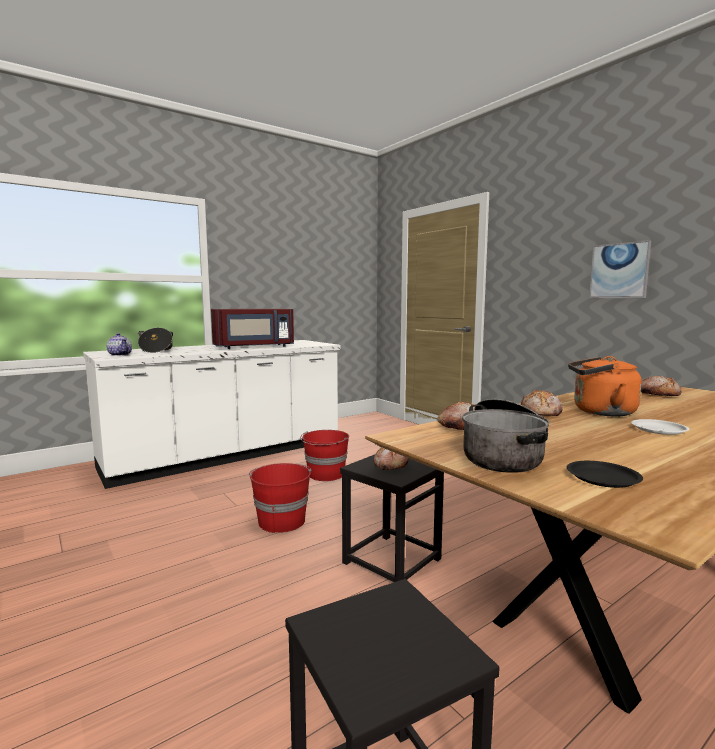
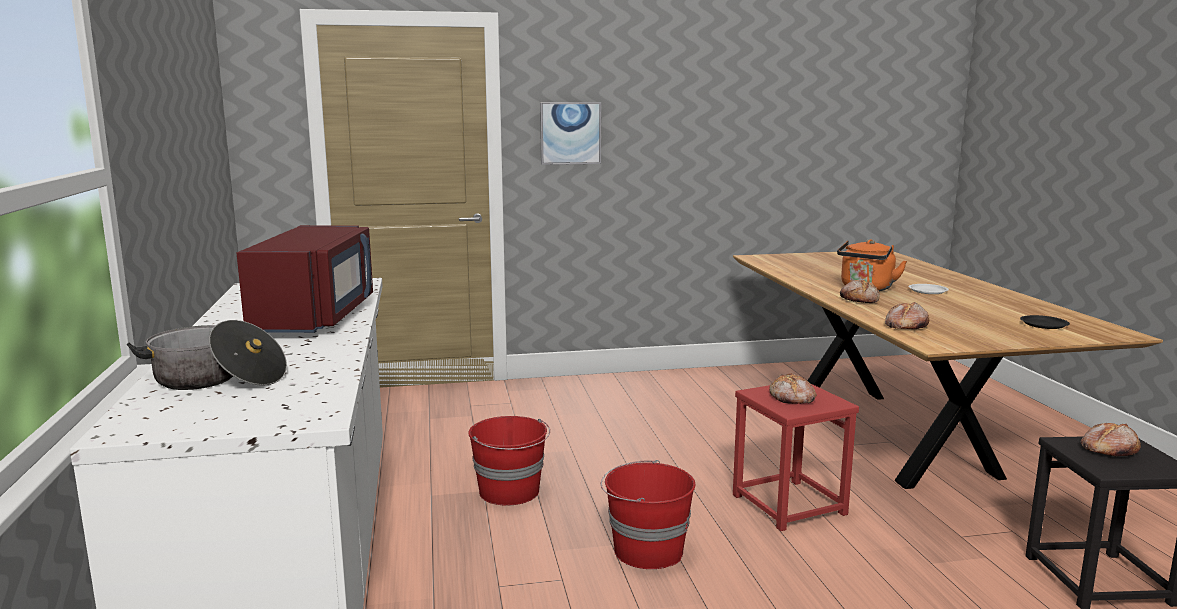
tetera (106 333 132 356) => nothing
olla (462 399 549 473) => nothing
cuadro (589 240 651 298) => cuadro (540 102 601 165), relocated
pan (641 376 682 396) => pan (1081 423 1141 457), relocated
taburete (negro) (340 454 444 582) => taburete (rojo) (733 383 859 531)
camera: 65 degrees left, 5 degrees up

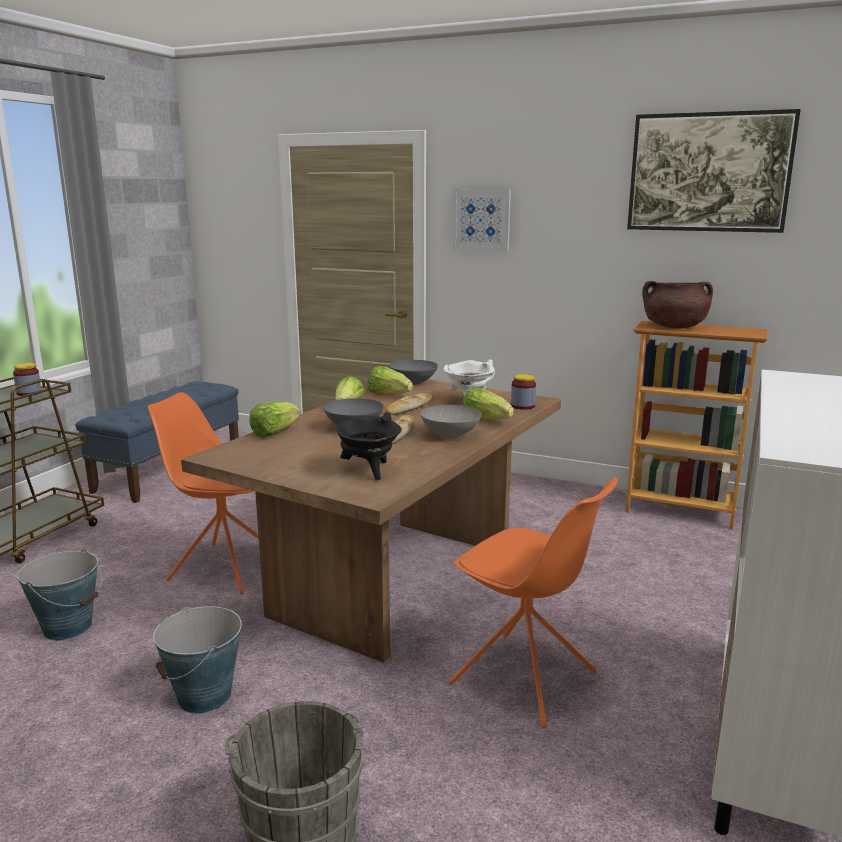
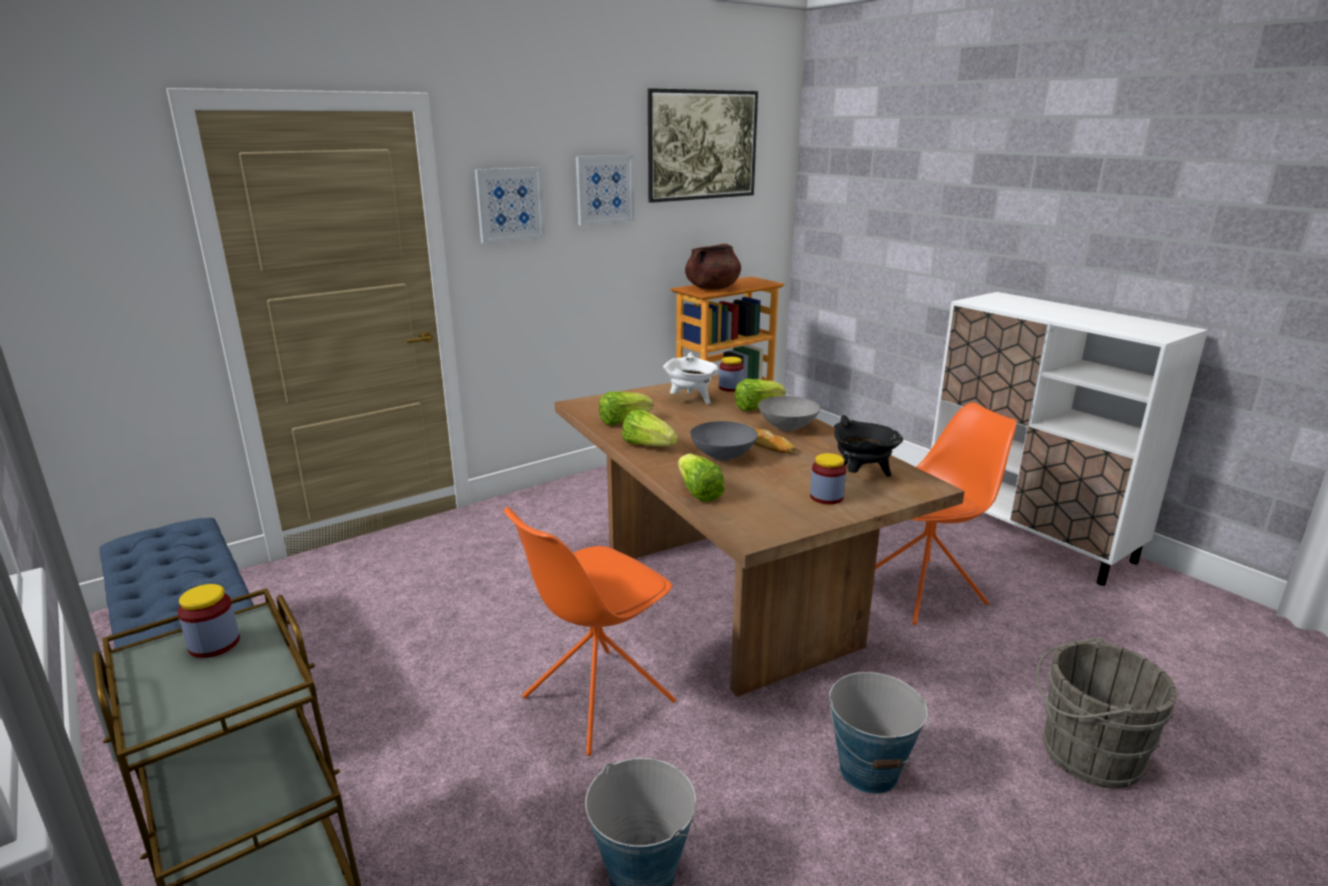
pan (385 393 433 415) => nothing
cuenco (gris) (389 360 438 385) => nothing
nothing => cuadro (576 155 635 226)
nothing => tarro (810 453 846 504)
camera: 60 degrees left, 5 degrees up

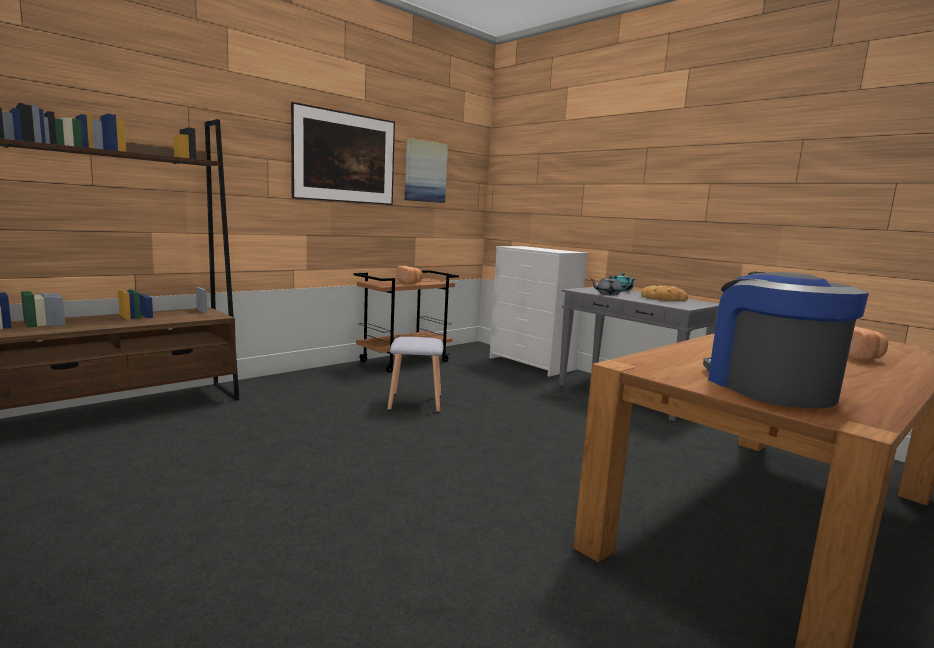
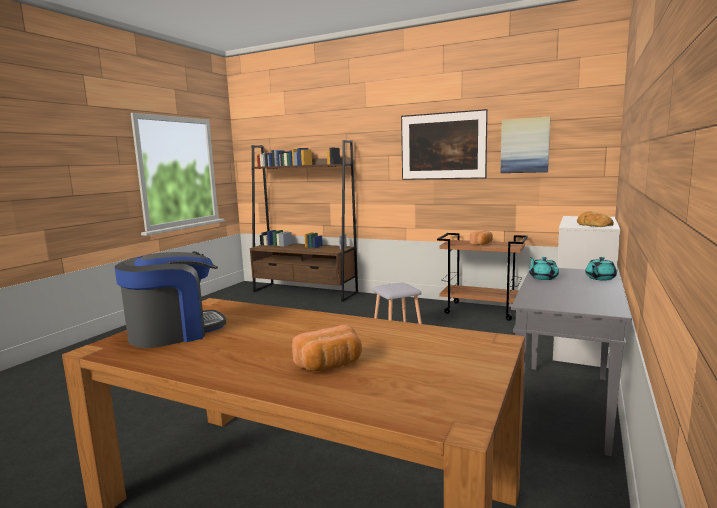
pan (641 285 688 301) => pan (577 211 614 227), relocated
tetera (gris) (589 276 628 295) => tetera (turquesa) (529 257 559 280)
camera: 70 degrees right, 0 degrees up

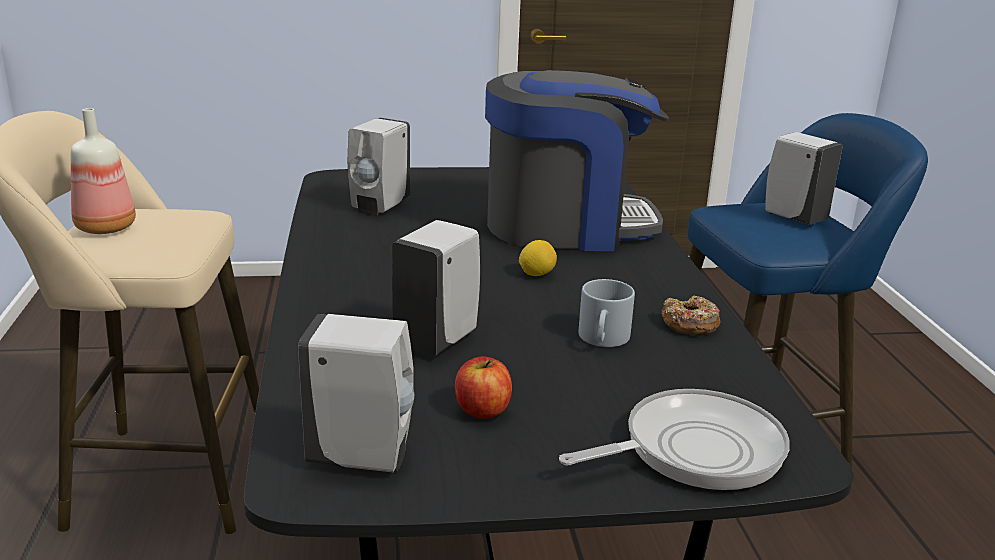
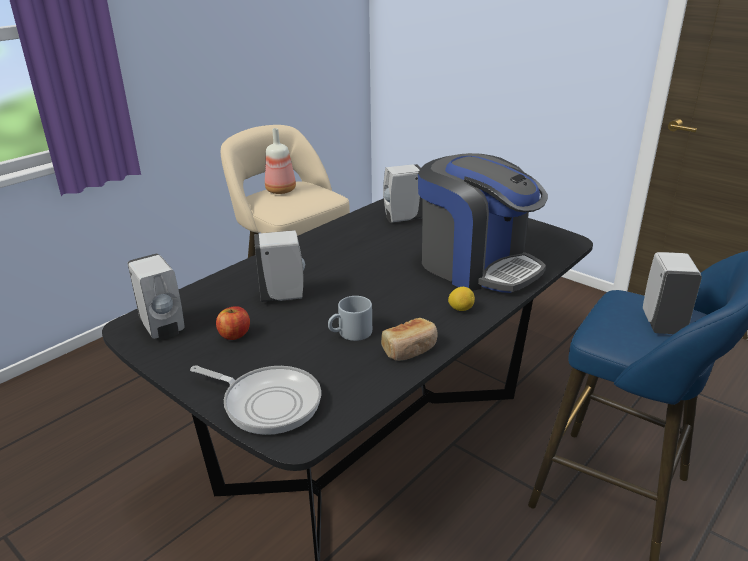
limón (519 240 557 276) => limón (448 287 475 311), relocated
rosquilla (661 295 721 336) => pan (381 318 437 361)
camera: 50 degrees right, 5 degrees up

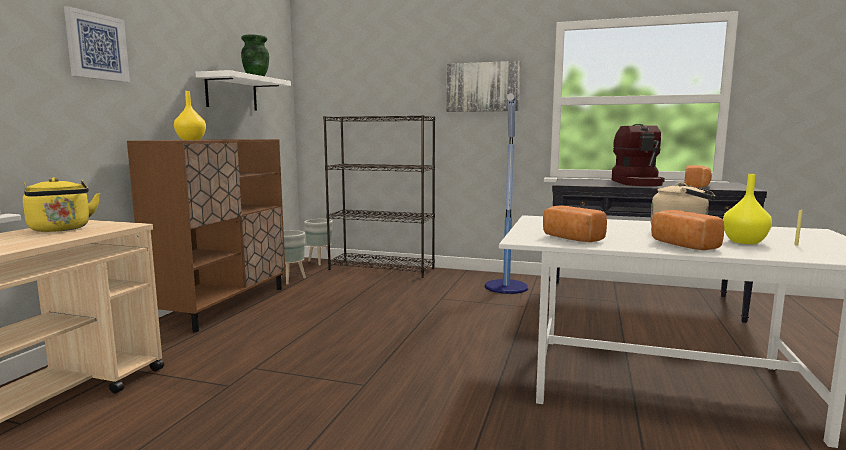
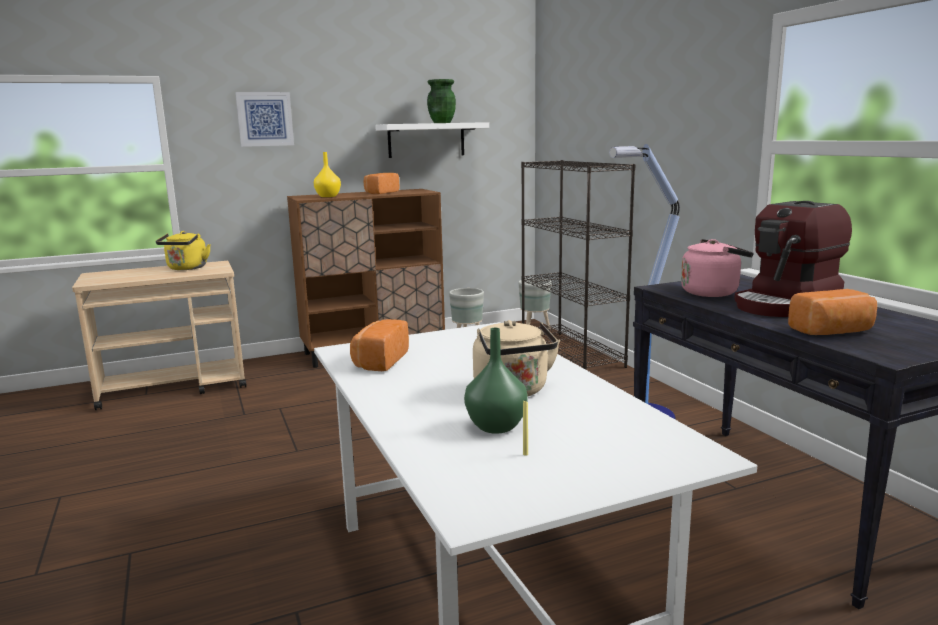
cuadro (446 61 521 112) => nothing
nothing => hervidor (rosa) (681 239 754 297)
pan (651 210 724 250) => pan (364 173 399 194), relocated
florero (amarillo) (723 174 772 244) => florero (verde) (464 328 528 434)
camera: 50 degrees right, 5 degrees up

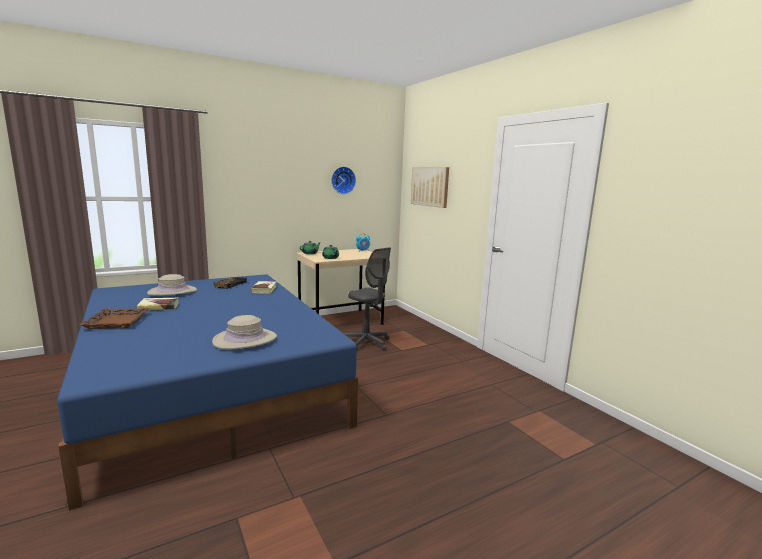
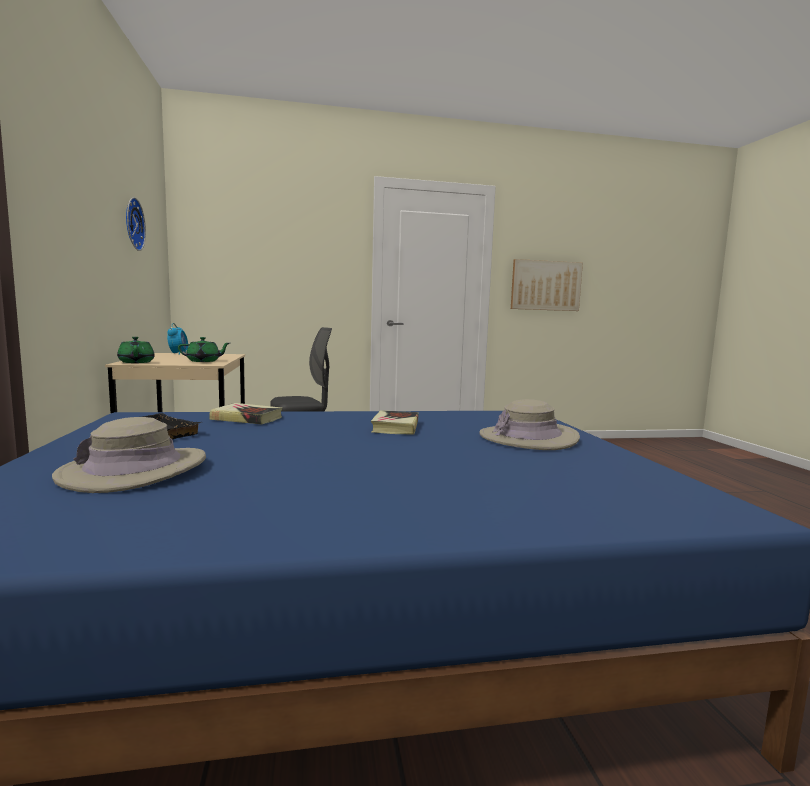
bandeja (marrón) (80 308 149 329) => nothing
libro (137 298 179 311) => libro (371 410 419 435), relocated
cuadro (411 167 449 208) => cuadro (511 259 583 311), relocated
camera: 70 degrees left, 5 degrees down

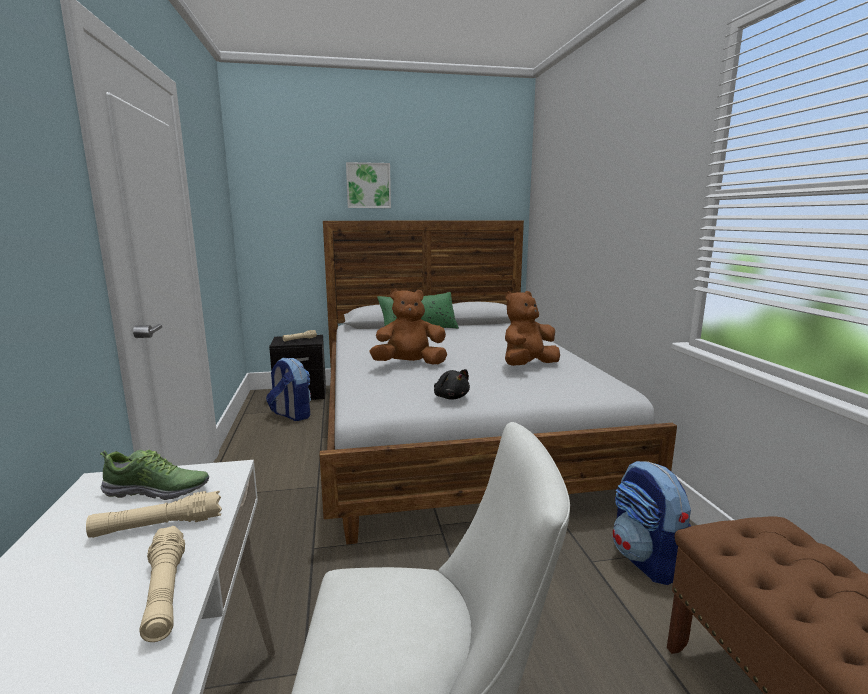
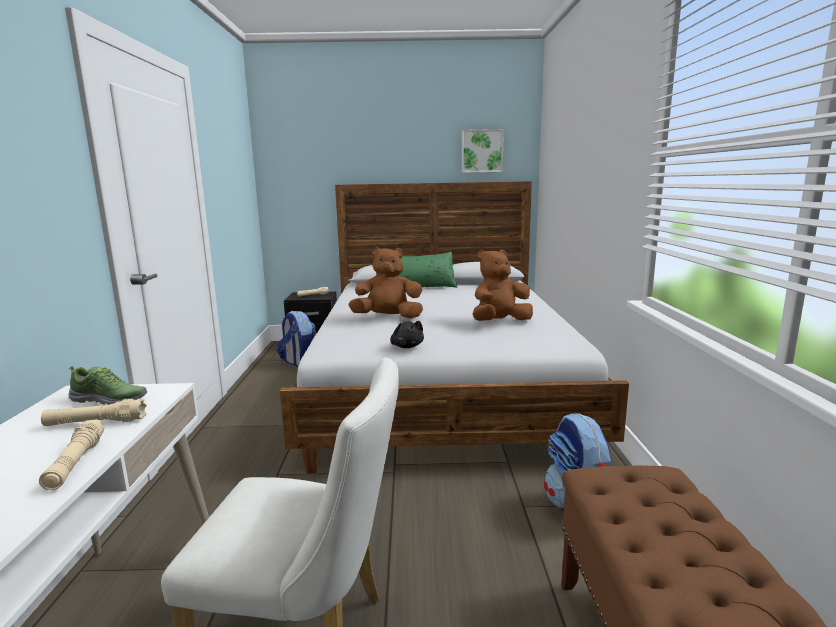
cuadro (346 162 391 208) => cuadro (462 129 504 173), relocated
camera: 10 degrees right, 0 degrees up

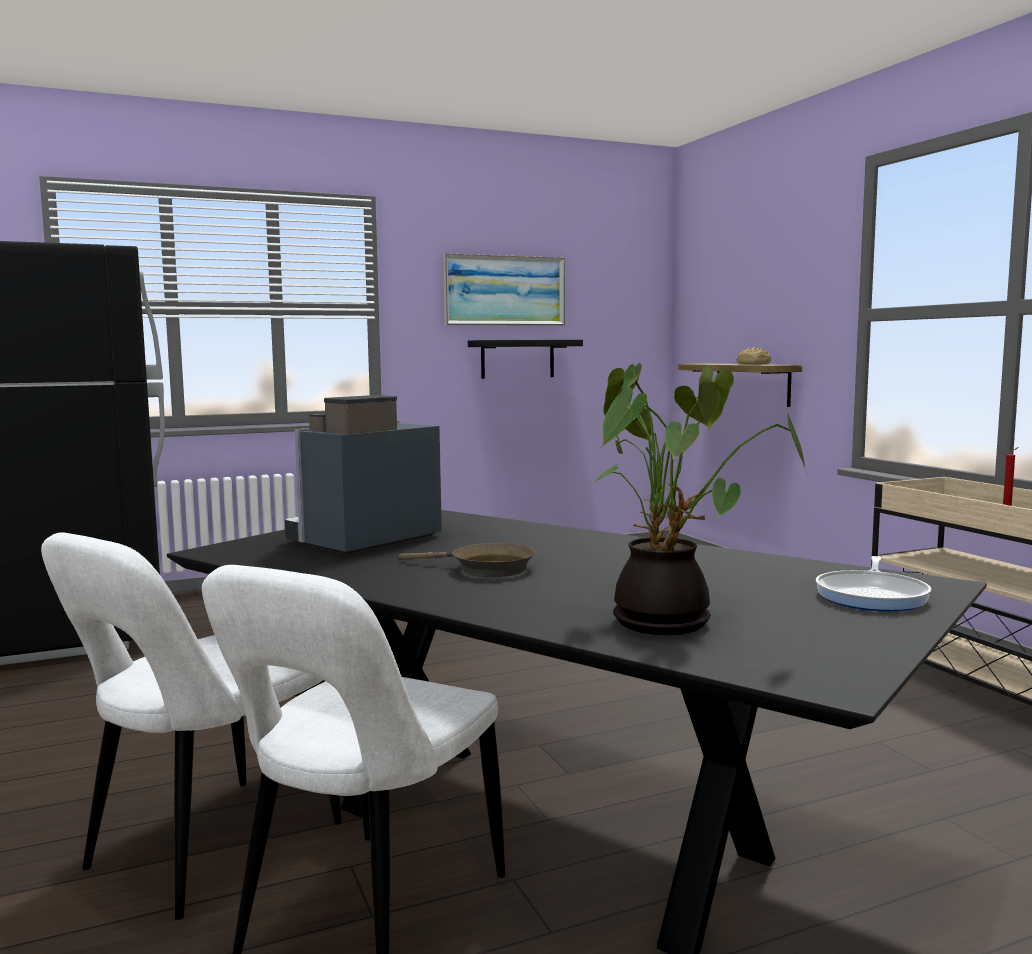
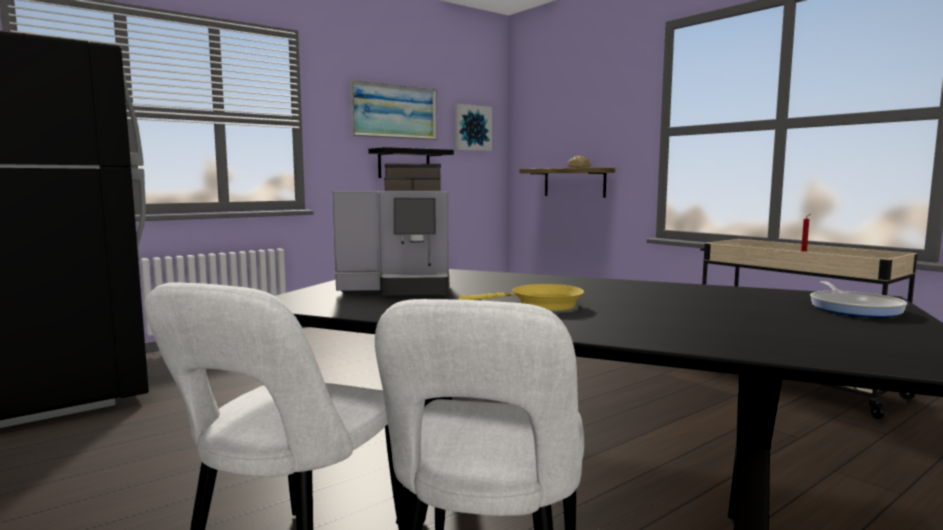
planta en maceta (593 363 807 635) => nothing
nothing => cuadro (455 104 492 151)
sartén (marrón) (398 543 536 577) => sartén (amarillo) (459 284 584 311)
cafetera (284 395 442 555) => cafetera (333 164 449 299), 120 degrees counterclockwise
camera: 15 degrees left, 0 degrees up

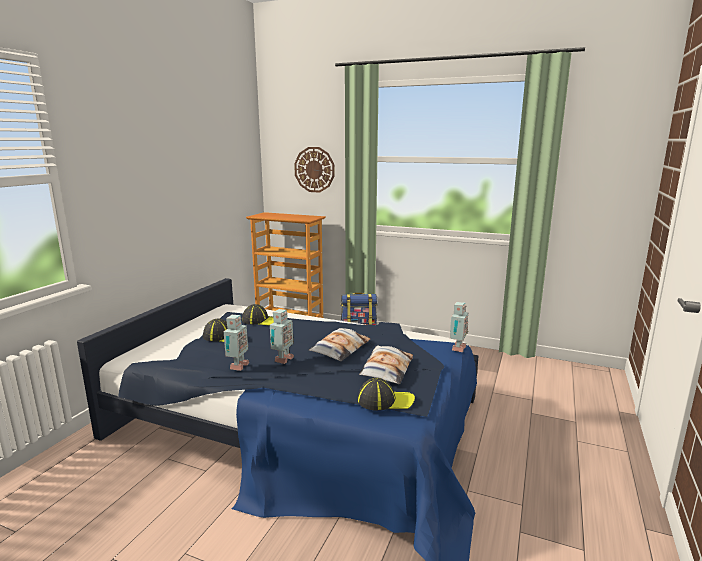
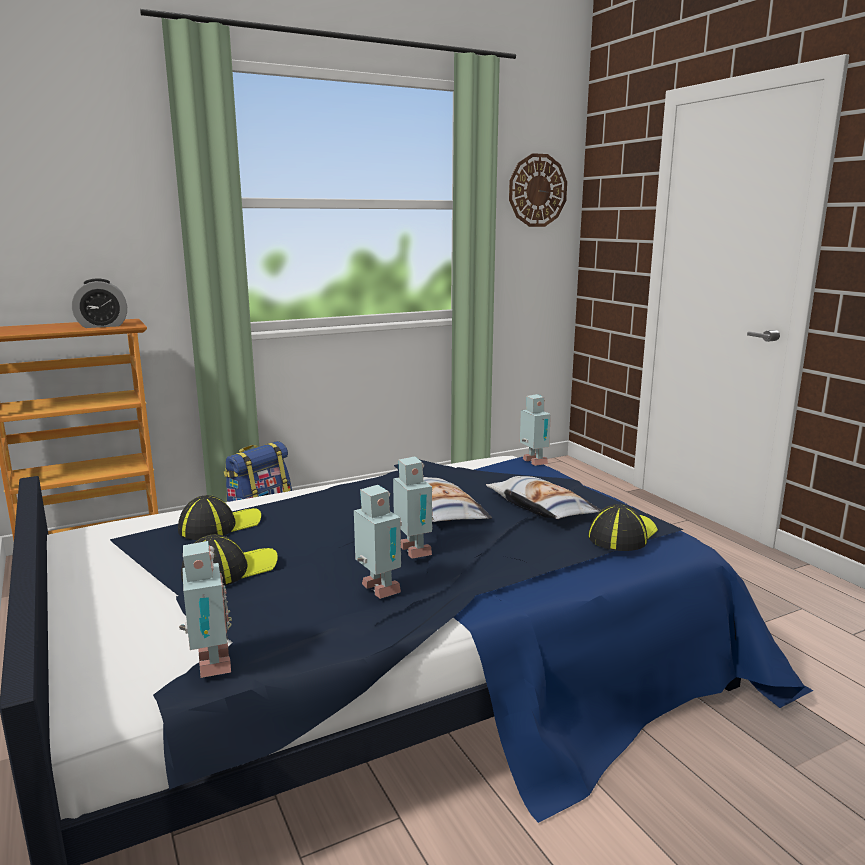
nothing => despertador (72 278 127 328)
nothing => robot de juguete (179 541 232 678)
reloj de pared (294 147 335 193) => reloj de pared (509 153 567 227), relocated
camera: 50 degrees left, 0 degrees up

